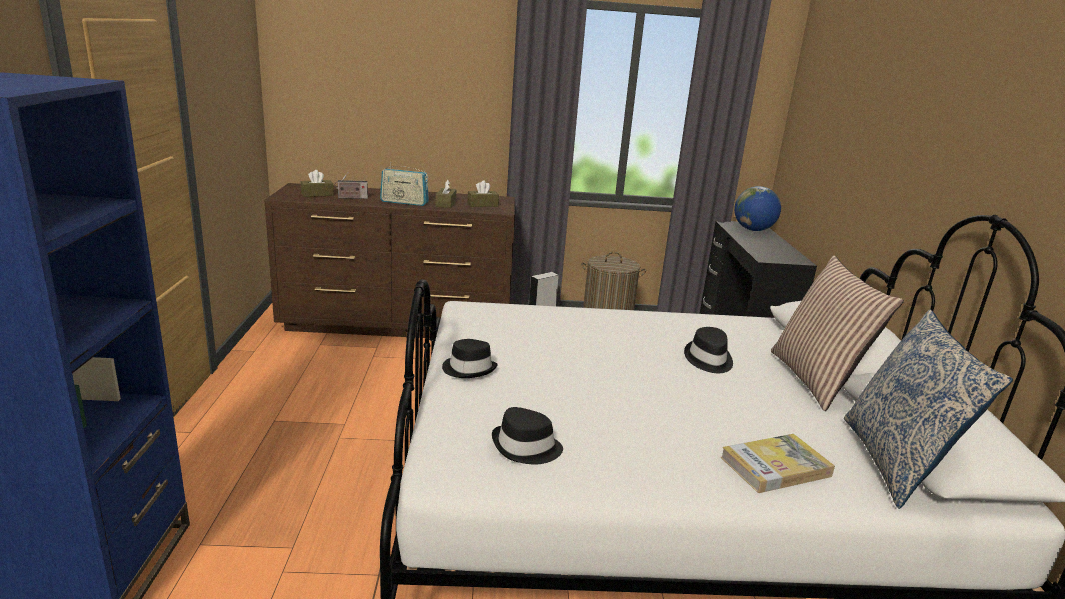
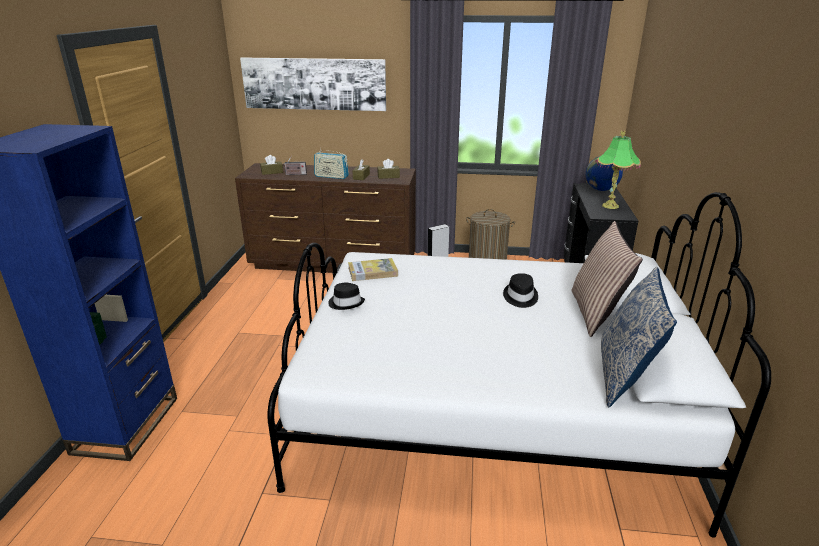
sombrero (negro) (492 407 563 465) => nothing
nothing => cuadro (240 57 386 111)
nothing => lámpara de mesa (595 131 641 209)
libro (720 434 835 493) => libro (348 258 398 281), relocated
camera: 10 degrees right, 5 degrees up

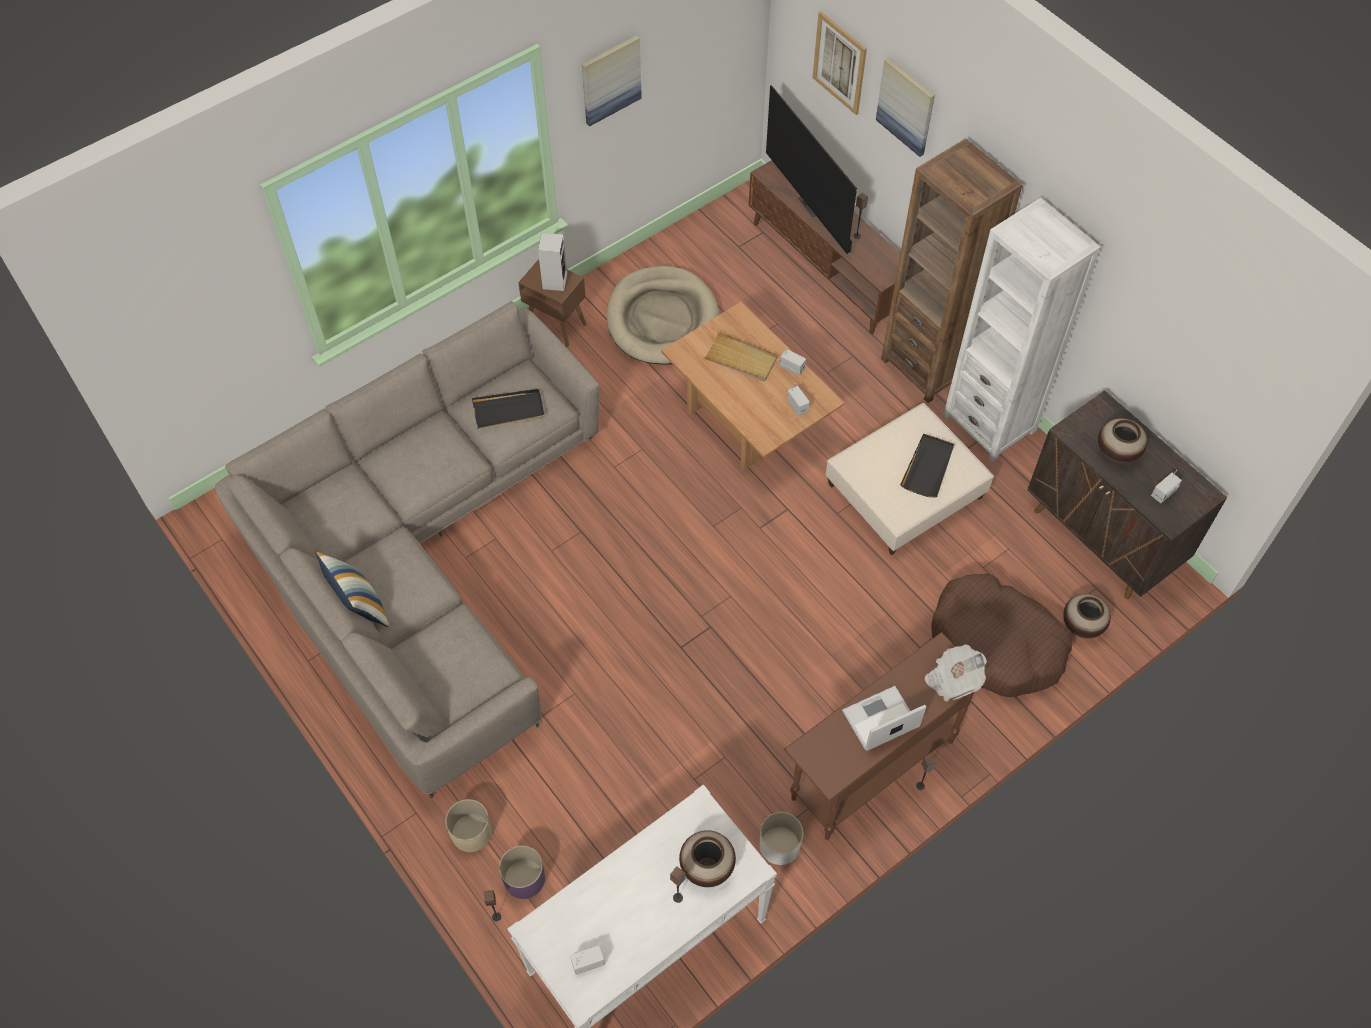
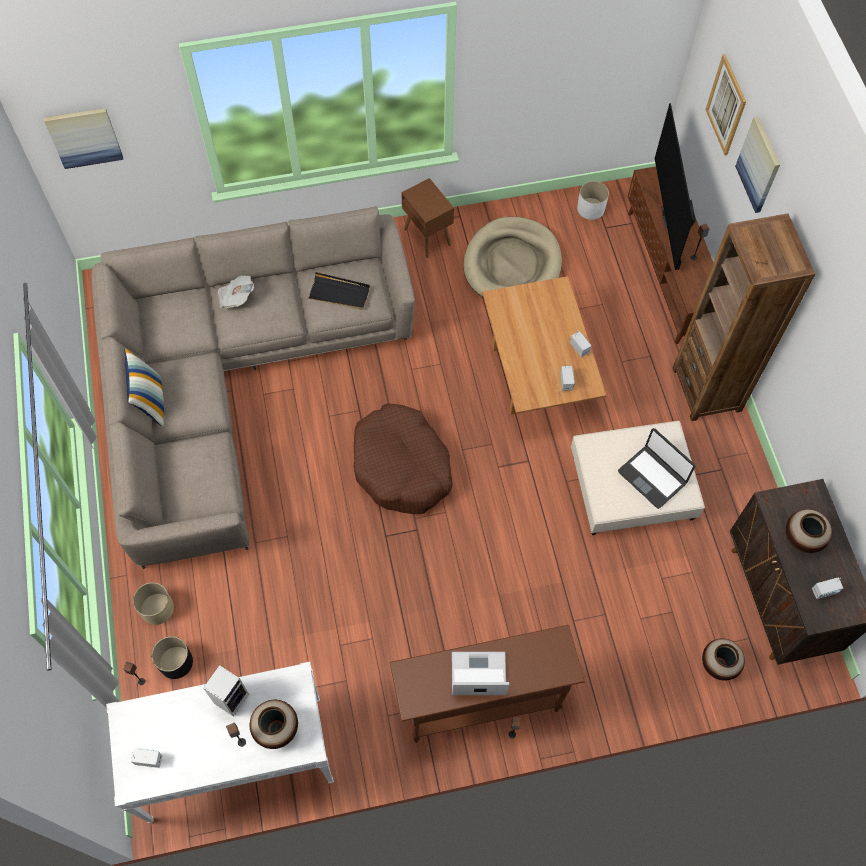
bandeja (beis) (703 331 778 381) => nothing
estantería (blanco) (943 198 1101 462) => nothing
altavoz (538 233 568 291) => altavoz (203 665 249 717), relocated
cuadro (582 35 642 126) => cuadro (44 108 123 169), relocated
maceta (blanco) (760 812 803 865) => maceta (blanco) (577 181 609 220), relocated
periódico (925 645 987 702) => periódico (218 275 254 308), relocated
cama para perro (marrón) (931 574 1072 697) => cama para perro (marrón) (354 404 453 514), relocated
bandeja (negro) (900 434 954 498) => portátil (618 428 695 509)
maceta (morado) (499 845 545 899) => maceta (negro) (152 636 193 679)
camera: 25 degrees right, 5 degrees up

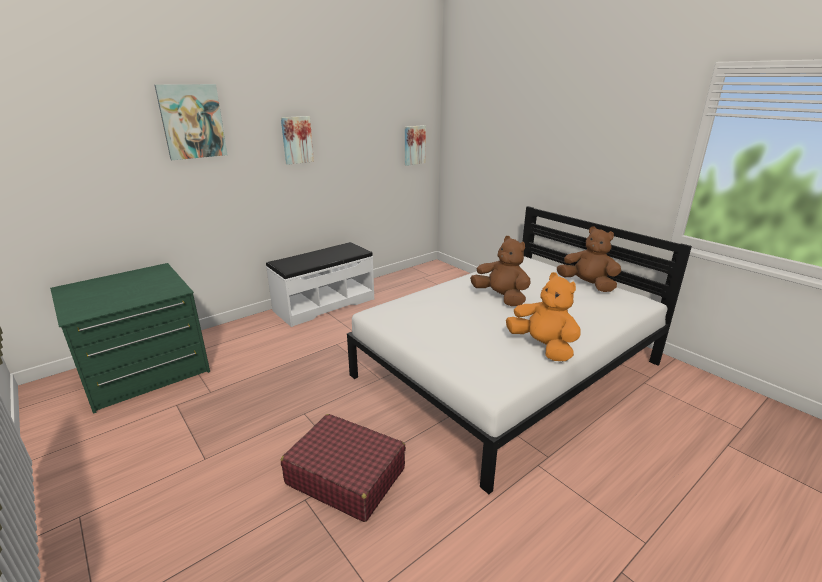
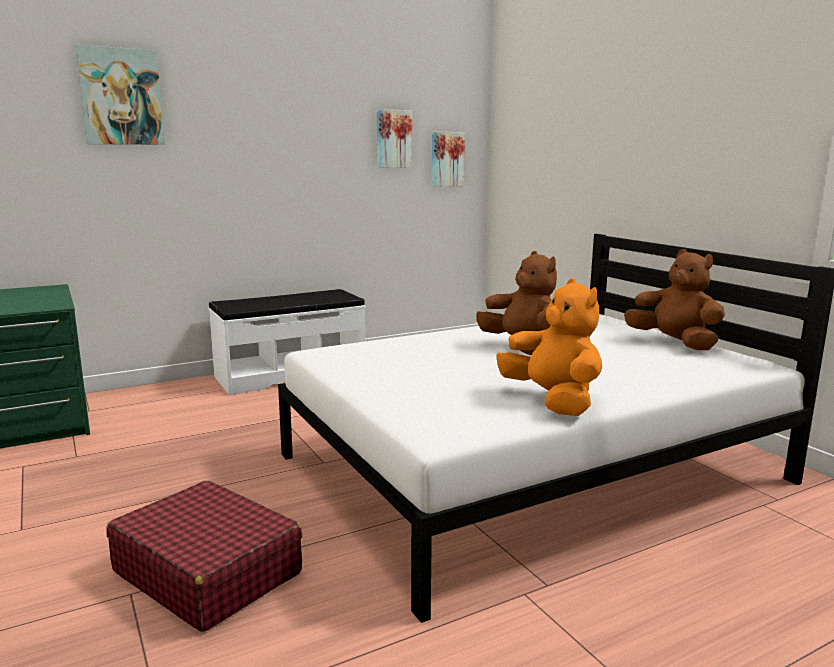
cuadro (281 116 314 165) => cuadro (377 109 412 168), relocated
camera: 10 degrees right, 10 degrees down

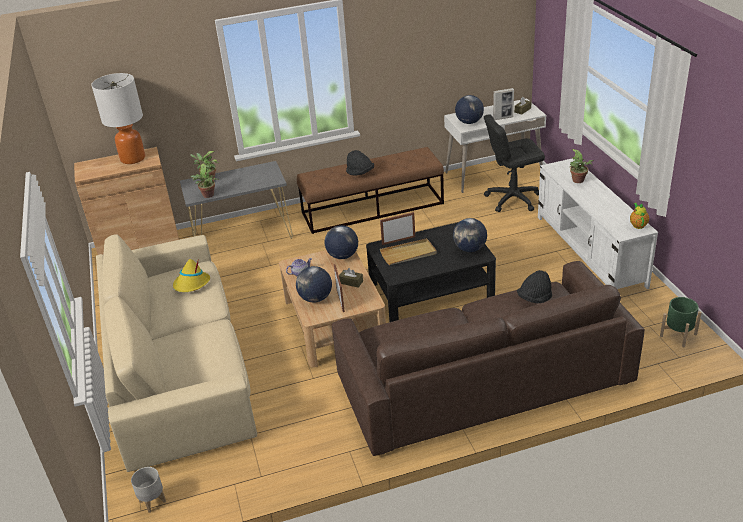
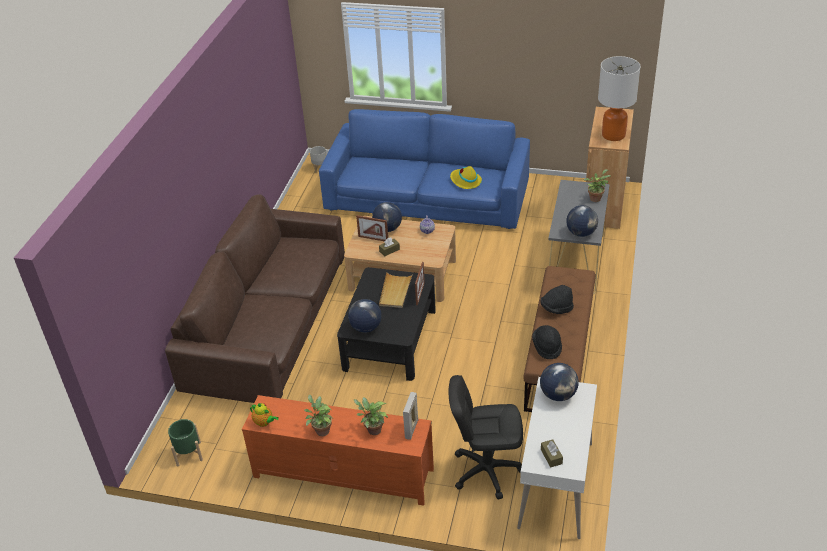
planta en maceta (191 163 219 198) => planta en maceta (304 395 333 436), relocated
globo terráqueo (325 225 358 259) => globo terráqueo (566 205 598 237), relocated
portarretratos (493 88 514 120) => portarretratos (403 392 419 440), relocated
sombrero (negro) (517 270 552 303) => sombrero (negro) (532 325 562 359), relocated
sofá (beis) (96 234 257 472) => sofá (azul) (319 109 530 229)
mueble de televisión (blanco) (538 159 658 289) => mueble de televisión (naranja) (242 395 434 506)
silla de oficina (negro) (484 114 545 212) => silla de oficina (negro) (449 375 523 500), 105 degrees counterclockwise
camera: 120 degrees right, 5 degrees up

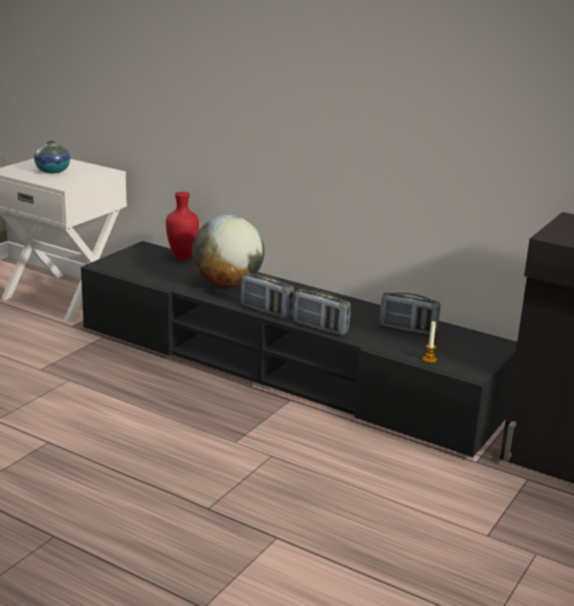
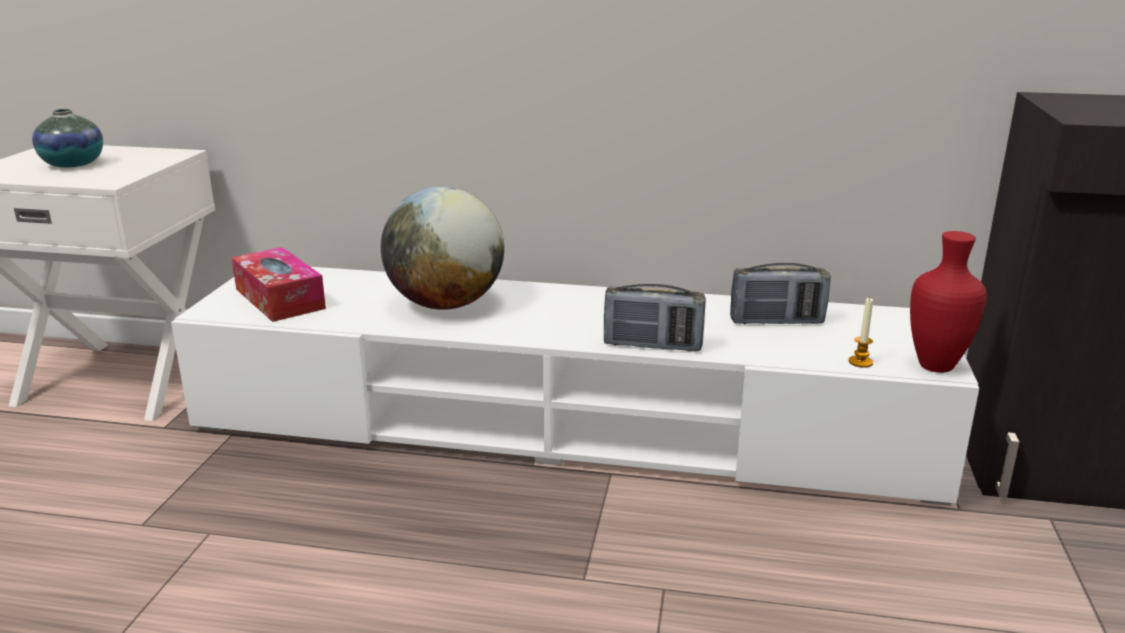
radio (241 273 294 319) => nothing
nothing => caja de pañuelos (231 247 326 322)
florero (rojo) (166 192 199 260) => florero (rojo) (910 231 987 373), relocated
mueble de televisión (negro) (81 241 517 459) => mueble de televisión (blanco) (171 267 979 506)
camera: 20 degrees left, 0 degrees up

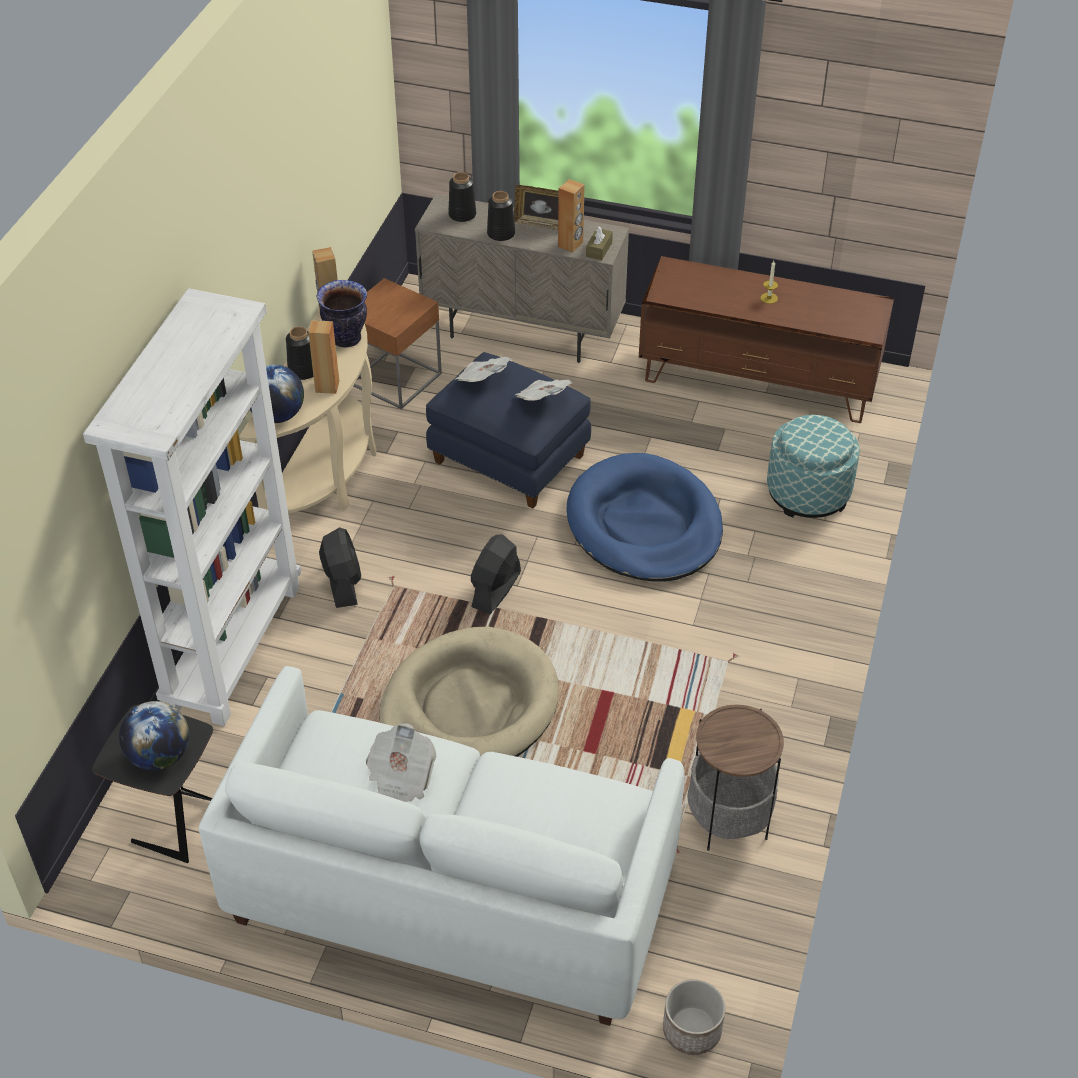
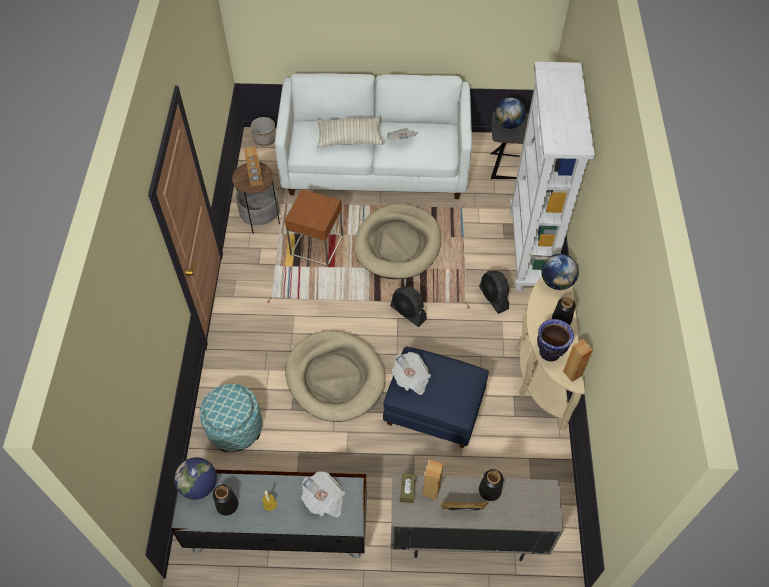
nothing => globo terráqueo (174 457 217 500)
nothing => cojín (317 117 384 147)
altavoz (marrón) (309 320 339 394) => altavoz (marrón) (244 147 263 186), relocated
mesa auxiliar (marrón) (353 278 442 409) => mesa auxiliar (marrón) (285 189 343 266), relocated
florero (negro) (449 172 476 222) => florero (negro) (213 485 238 515), relocated
periódico (455 357 512 382) => periódico (301 472 345 517), relocated
cama para perro (azul) (566 453 723 582) => cama para perro (beis) (285 330 386 422)
mueble de televisión (marrón) (639 256 894 423) => mueble de televisión (gris) (171 470 367 558)
ventilador (negro) (471 534 521 614) => ventilador (negro) (390 286 427 327), 120 degrees clockwise
camera: 165 degrees right, 10 degrees up

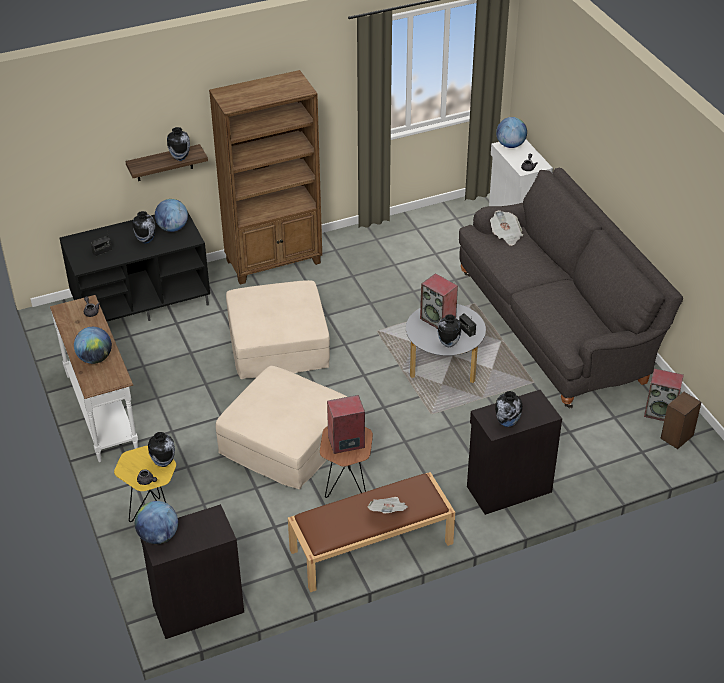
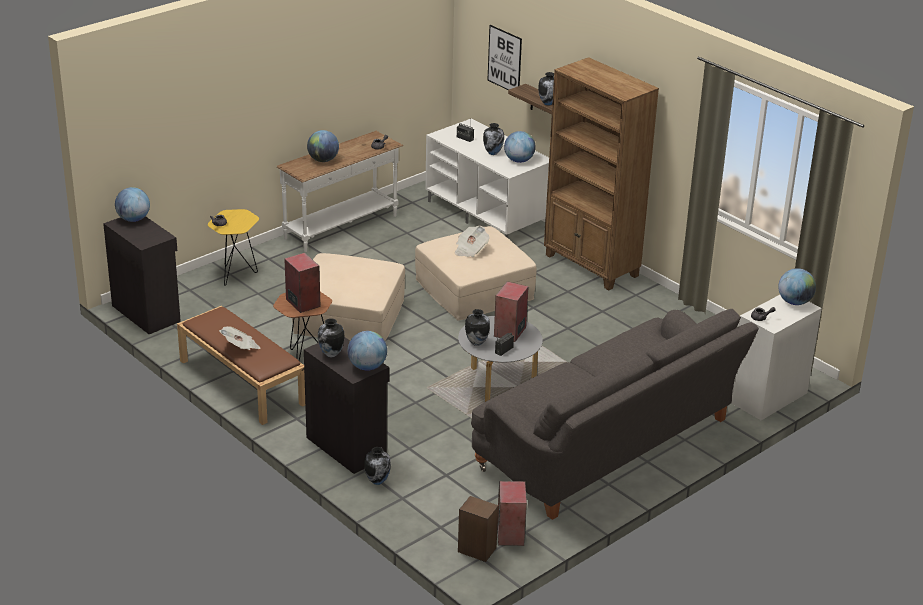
nothing => globo terráqueo (348 331 387 371)
nothing => cuadro (488 25 522 90)
florero (148 432 175 467) => florero (364 447 391 485), relocated
periódico (490 210 523 246) => periódico (454 226 489 257), relocated
mueble de televisión (negro) (60 211 210 321) => mueble de televisión (blanco) (425 118 549 238)
camera: 70 degrees right, 10 degrees down

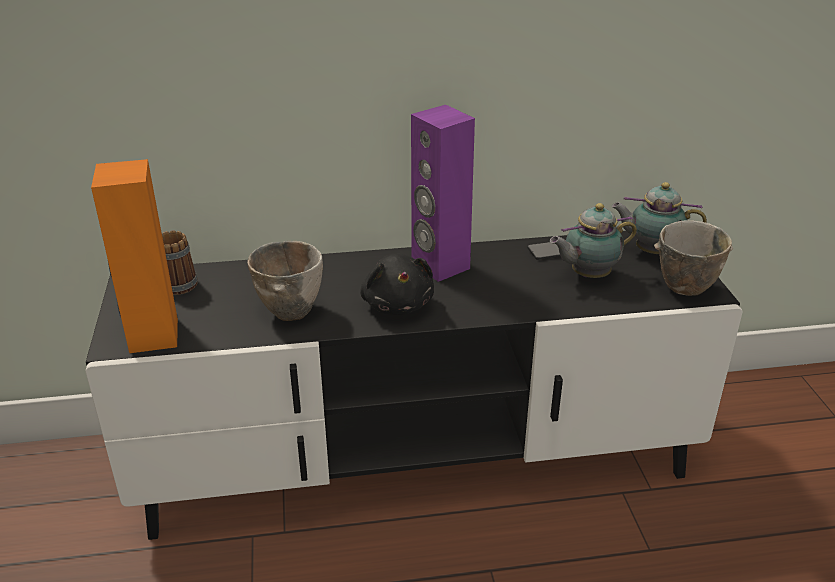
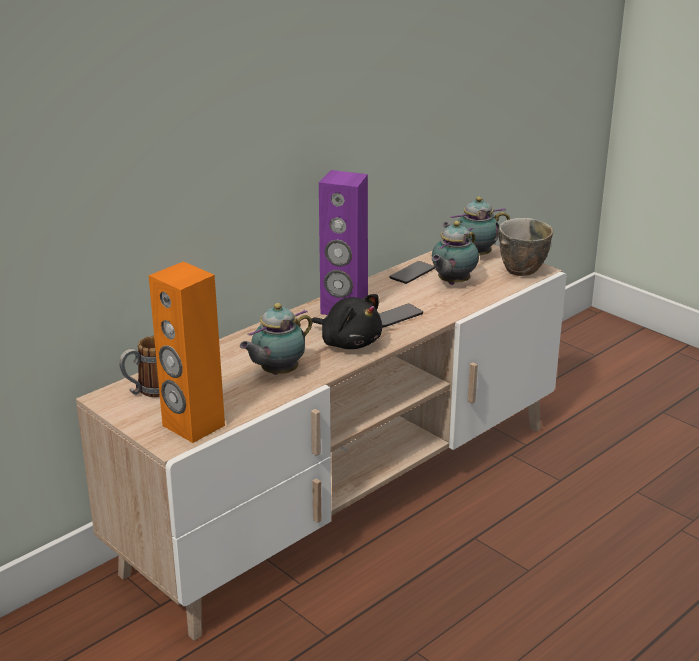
nothing => móvil (379 304 423 328)
cuenco (247 241 323 321) => tetera (240 303 312 375)
mueble de televisión (negro) (86 231 742 540) => mueble de televisión (beis) (76 244 566 641)
camera: 35 degrees left, 5 degrees down

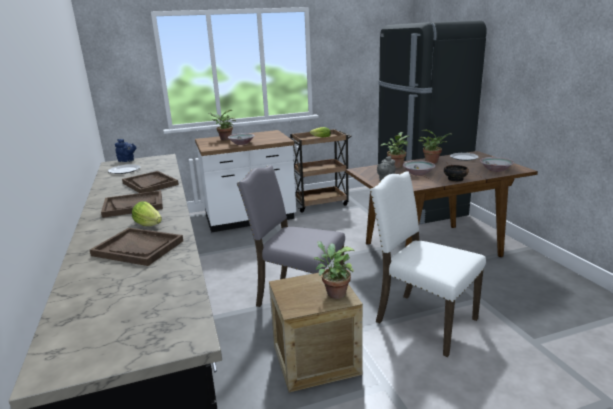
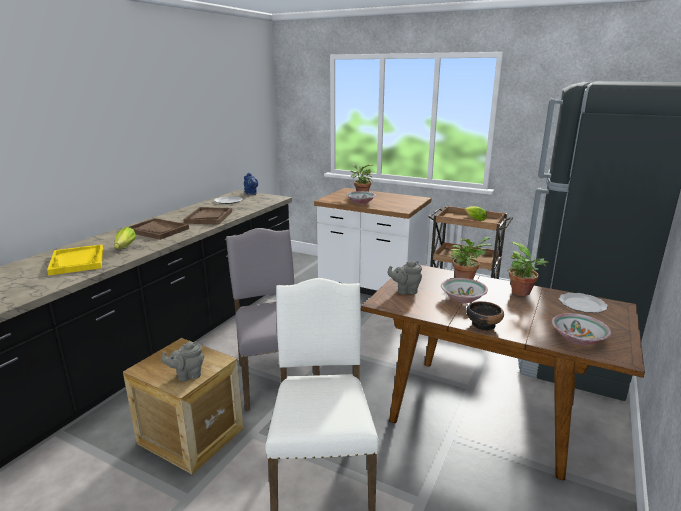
planta en maceta (314 242 355 299) => tetera (gris) (161 341 204 381)
bandeja (marrón) (90 228 183 266) => bandeja (amarillo) (47 245 103 276)
camera: 45 degrees right, 0 degrees up

